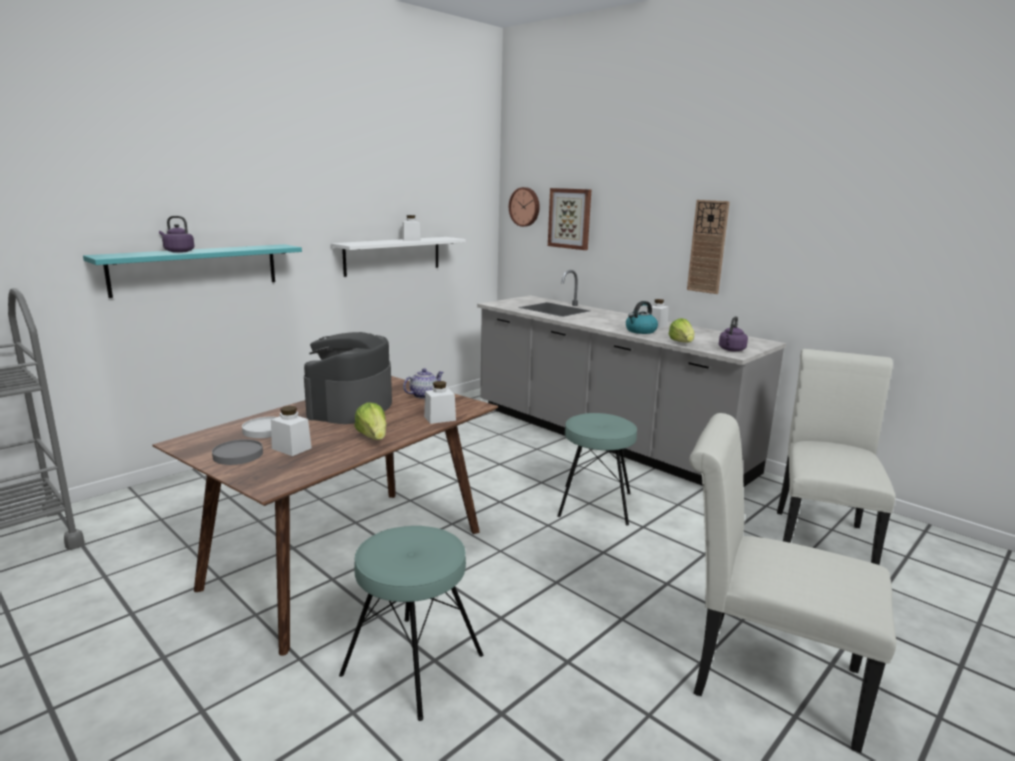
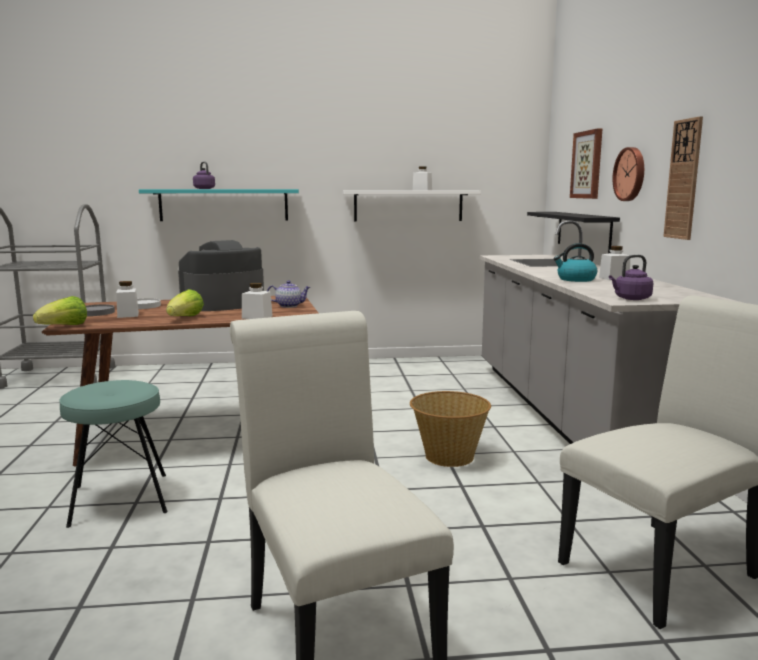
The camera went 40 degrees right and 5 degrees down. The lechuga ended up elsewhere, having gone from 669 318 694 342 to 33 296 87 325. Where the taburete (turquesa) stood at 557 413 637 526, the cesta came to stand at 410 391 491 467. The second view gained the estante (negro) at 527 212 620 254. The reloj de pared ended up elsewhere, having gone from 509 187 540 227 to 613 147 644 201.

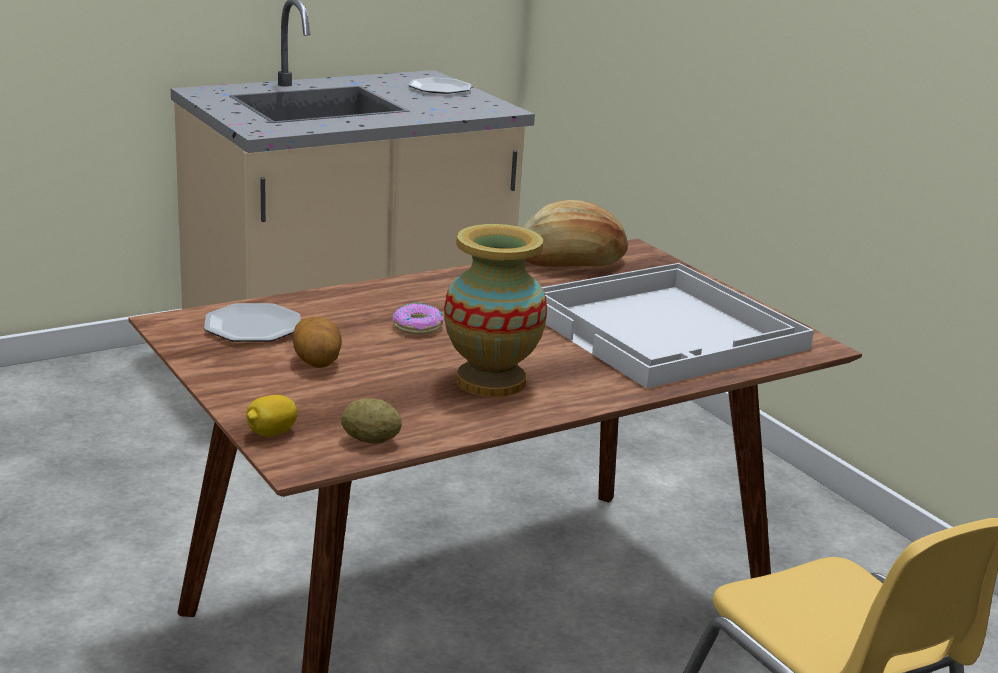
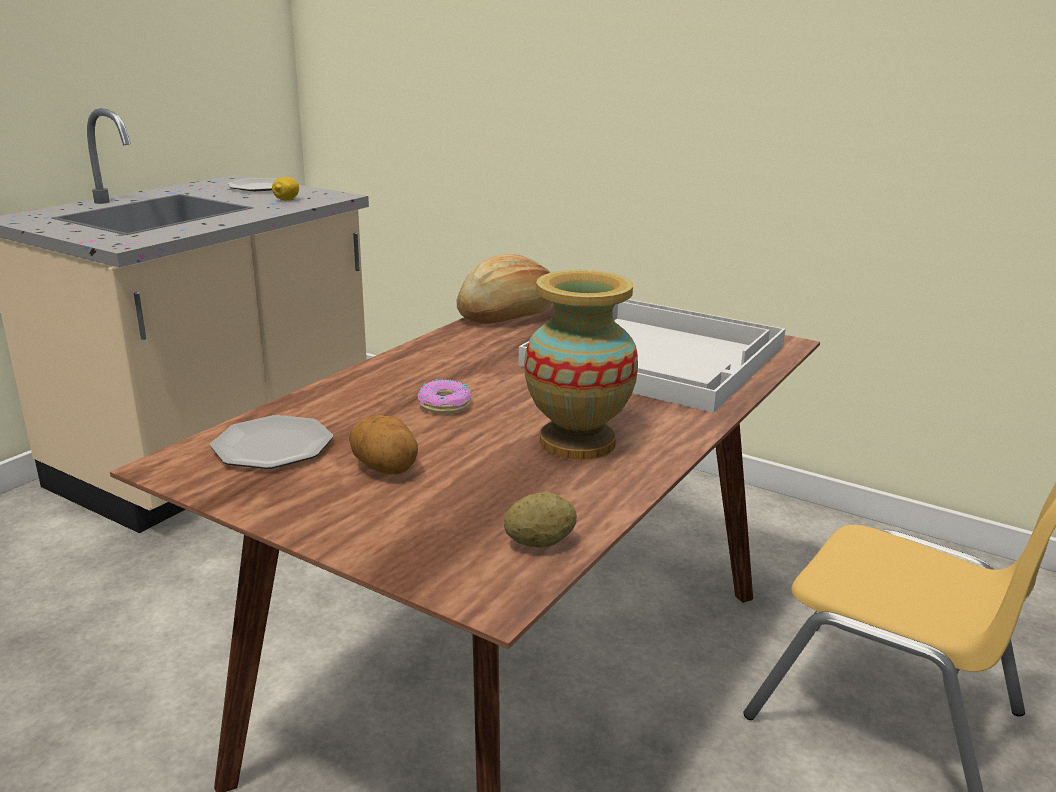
The camera went 25 degrees left and 0 degrees up. The limón ended up elsewhere, having gone from 246 395 297 436 to 272 177 299 200.

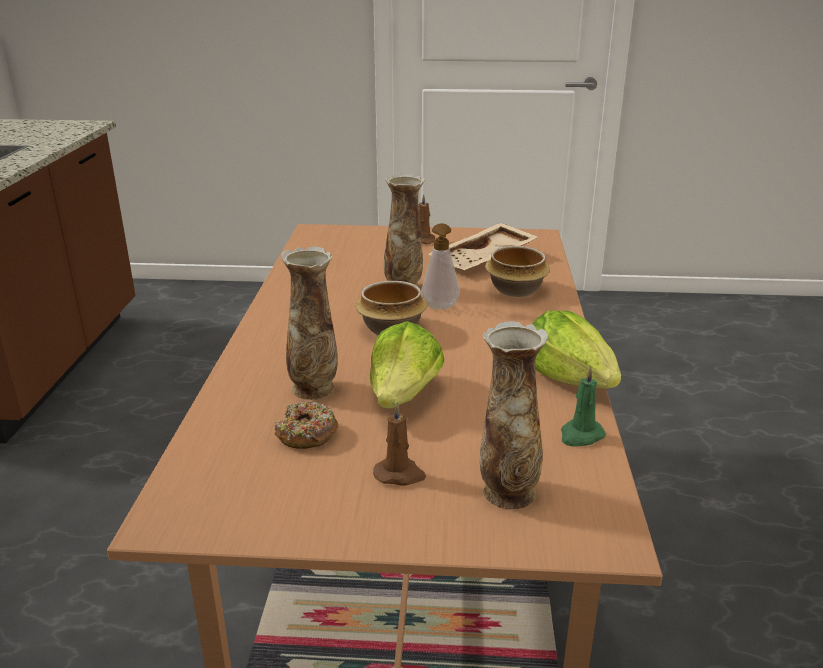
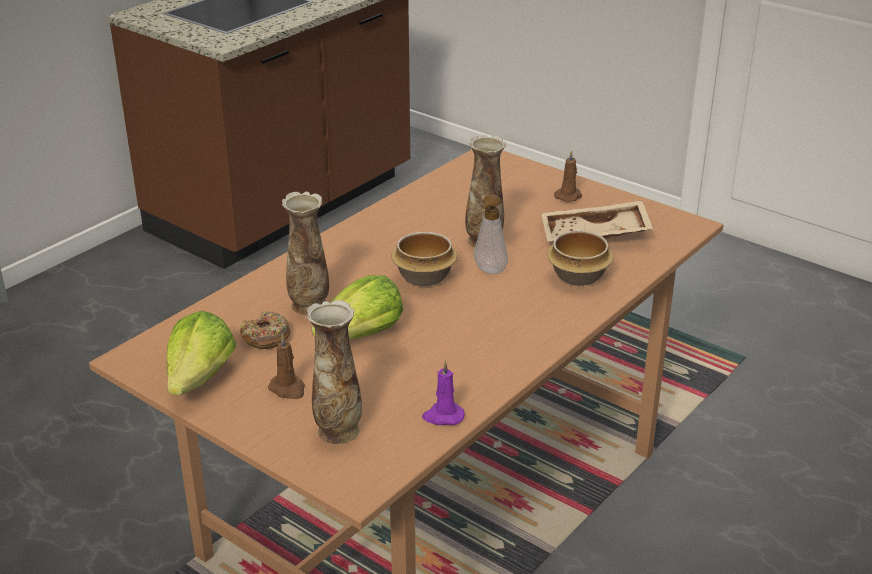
The camera went 35 degrees right and 5 degrees up. The lechuga ended up elsewhere, having gone from 532 311 621 389 to 167 311 237 396. What was the vela (verde) at 561 366 606 447 turned into the vela (morado) at 422 361 465 425.

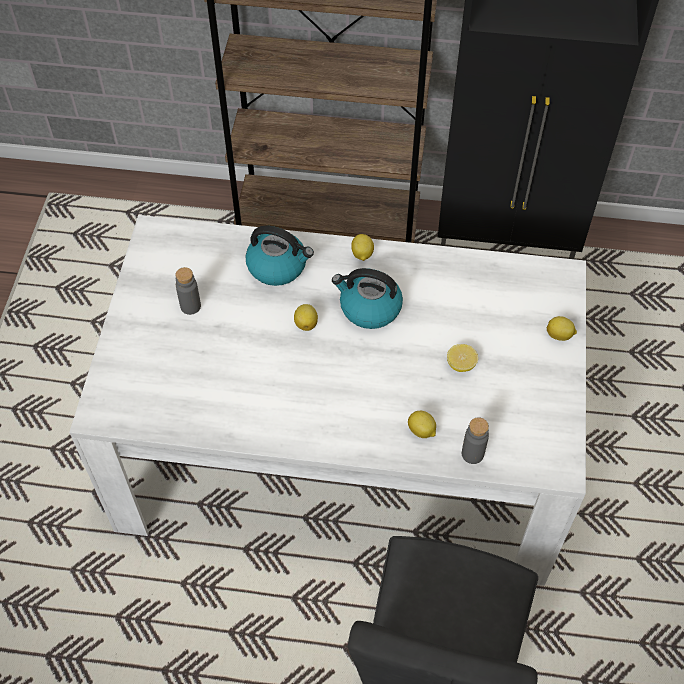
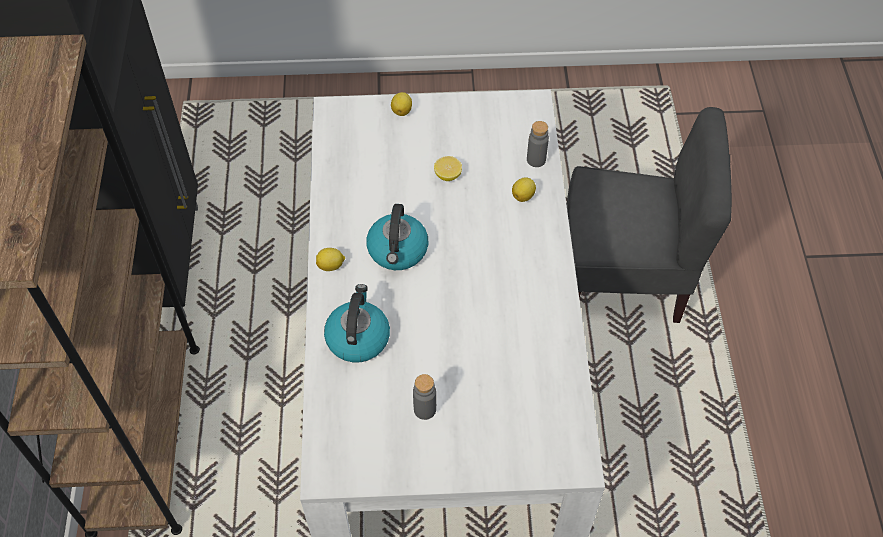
The camera went 100 degrees left and 0 degrees up. The second view lost the limón at 294 304 318 331.

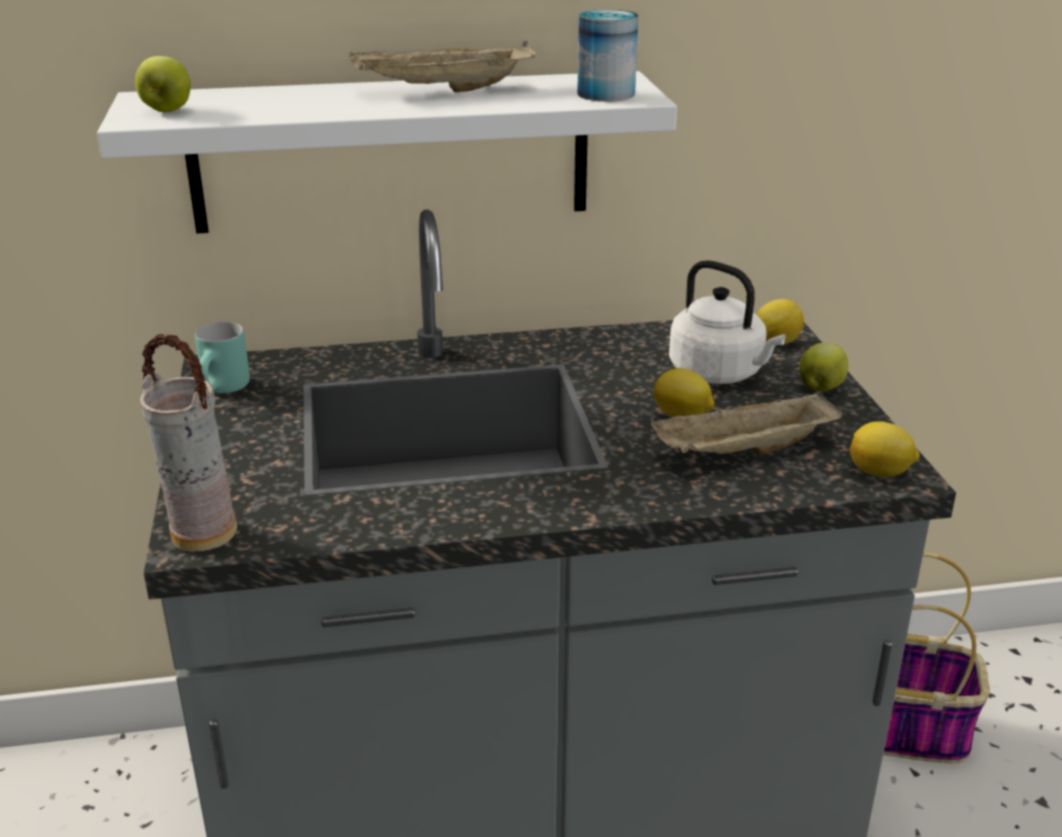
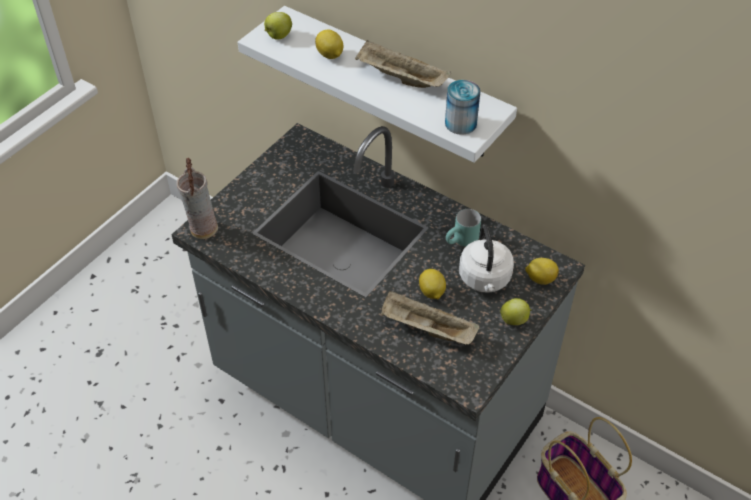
The camera went 45 degrees right and 20 degrees up. The limón ended up elsewhere, having gone from 850 421 920 477 to 315 30 343 59. The taza grande (turquesa) ended up elsewhere, having gone from 195 322 250 393 to 446 209 481 247.

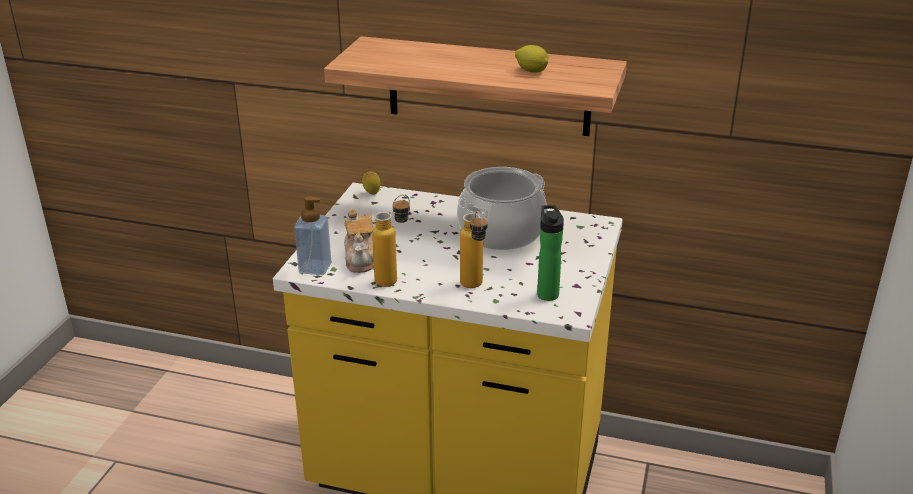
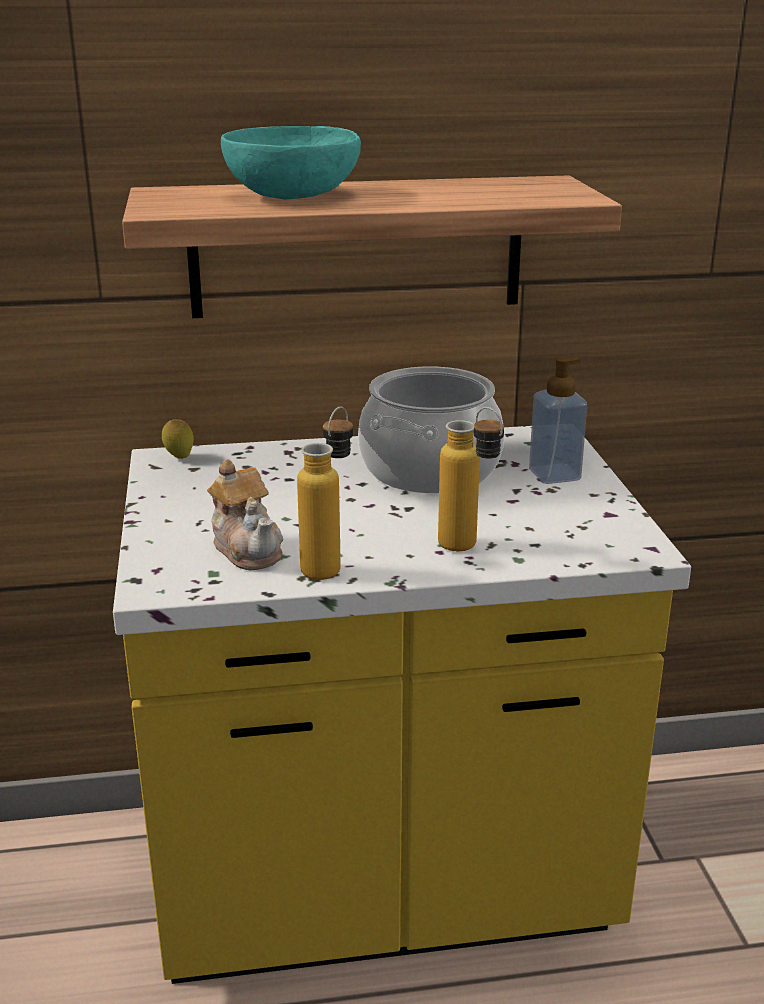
The camera went 25 degrees left and 5 degrees down. The second view gained the cuenco (turquesa) at 221 126 361 200. The dispensador de jabón ended up elsewhere, having gone from 294 196 332 275 to 529 357 587 484. The second view lost the limón at 515 45 548 73. The second view lost the botella at 537 205 564 301.

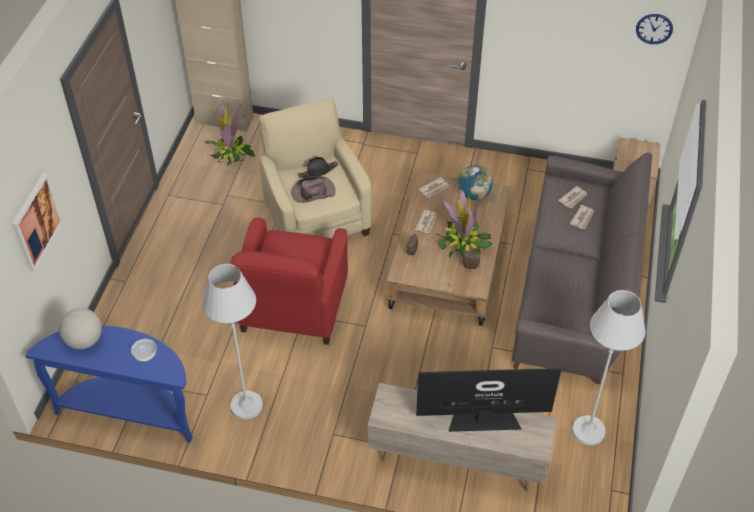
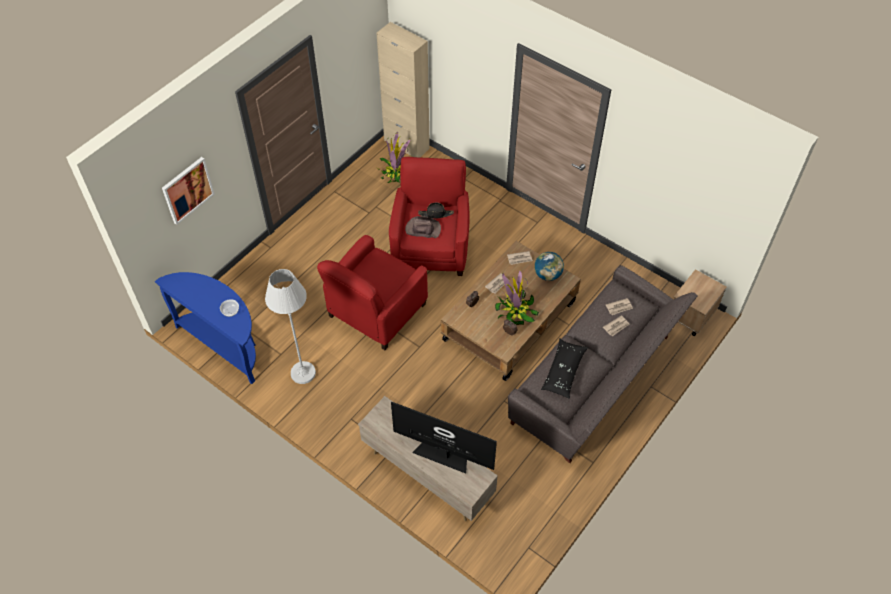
The camera went 25 degrees right and 5 degrees up. What was the sillón (beis) at 259 98 371 239 turned into the sillón (rojo) at 389 157 470 276. The second view gained the cojín (negro) at 541 339 588 399. The second view lost the globo terráqueo at 59 308 102 349. The second view lost the lámpara de pie (blanco) at 572 290 646 445. The second view lost the reloj de pared at 636 14 673 44.

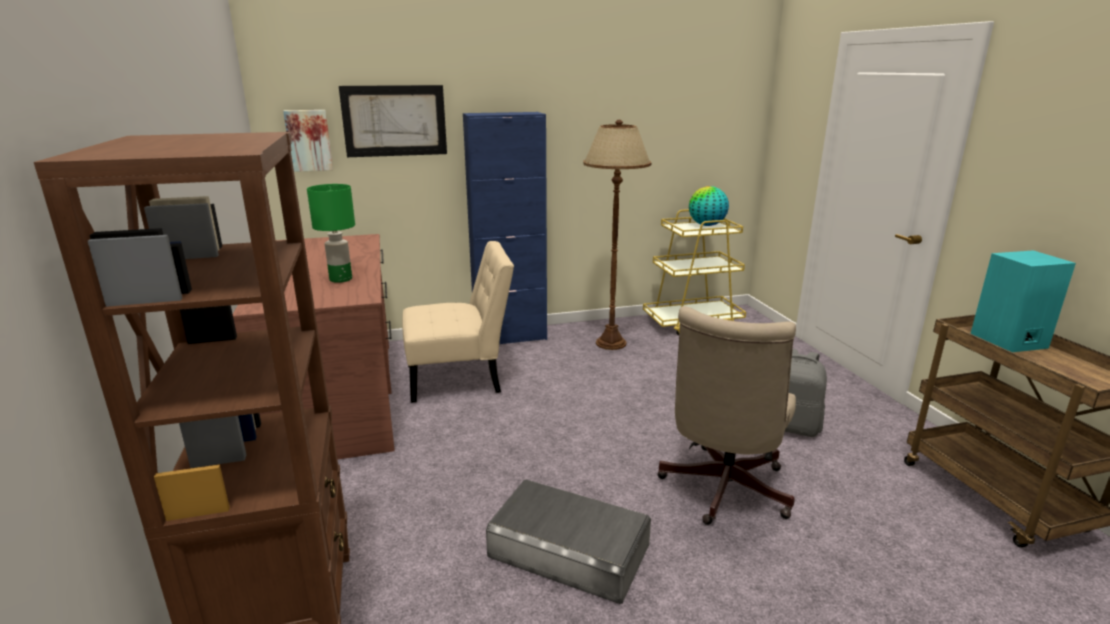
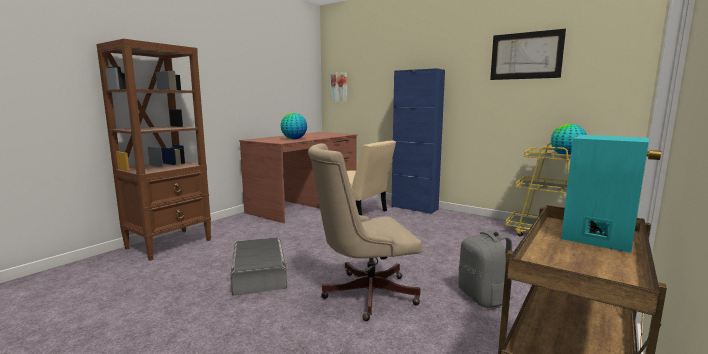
The camera went 50 degrees right and 10 degrees down. Where the lámpara de mesa (verde) stood at 307 184 355 283, the globo terráqueo came to stand at 281 113 307 139. The cuadro ended up elsewhere, having gone from 339 85 447 157 to 490 29 566 80. The second view lost the lámpara de pie (marrón) at 583 120 652 350.

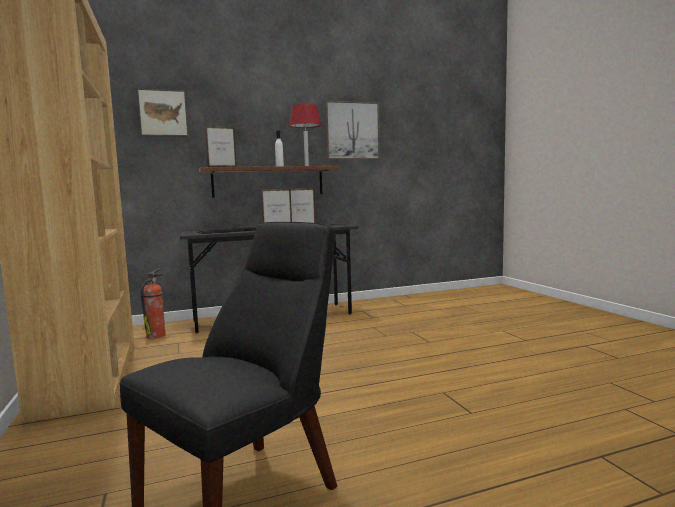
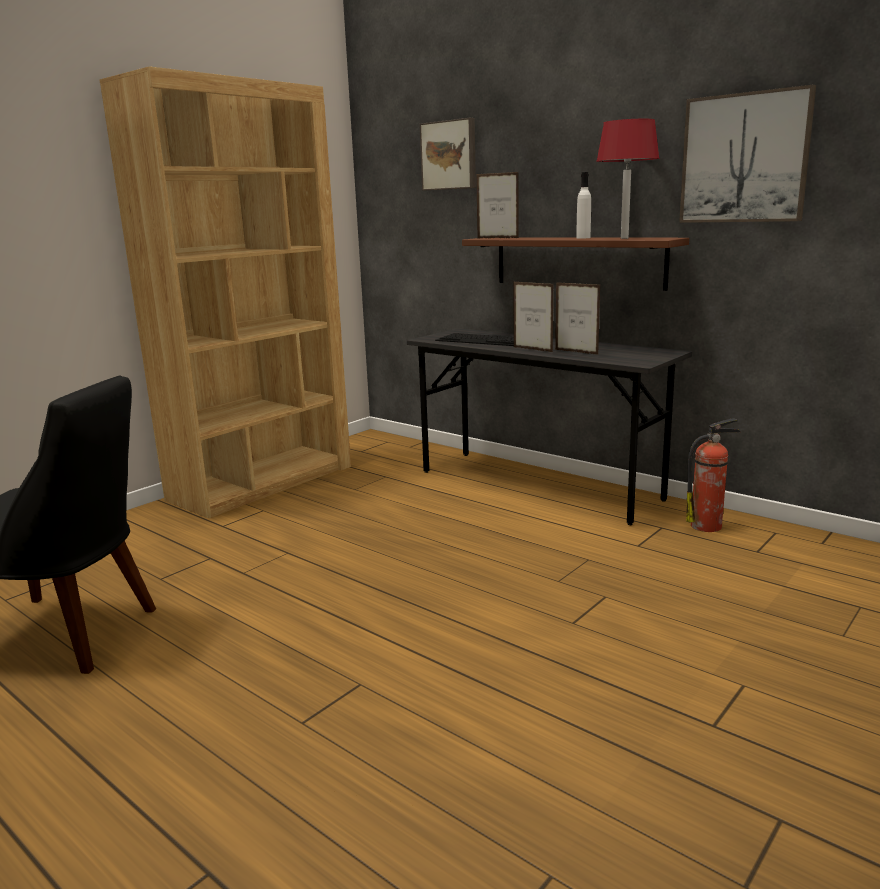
The camera went 60 degrees right and 10 degrees up. The extintor ended up elsewhere, having gone from 141 268 165 339 to 686 418 741 532.

